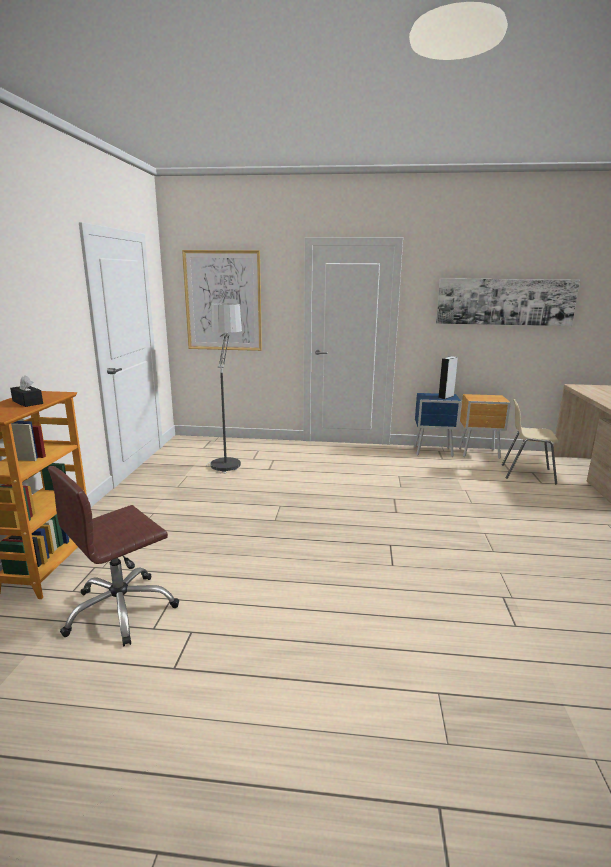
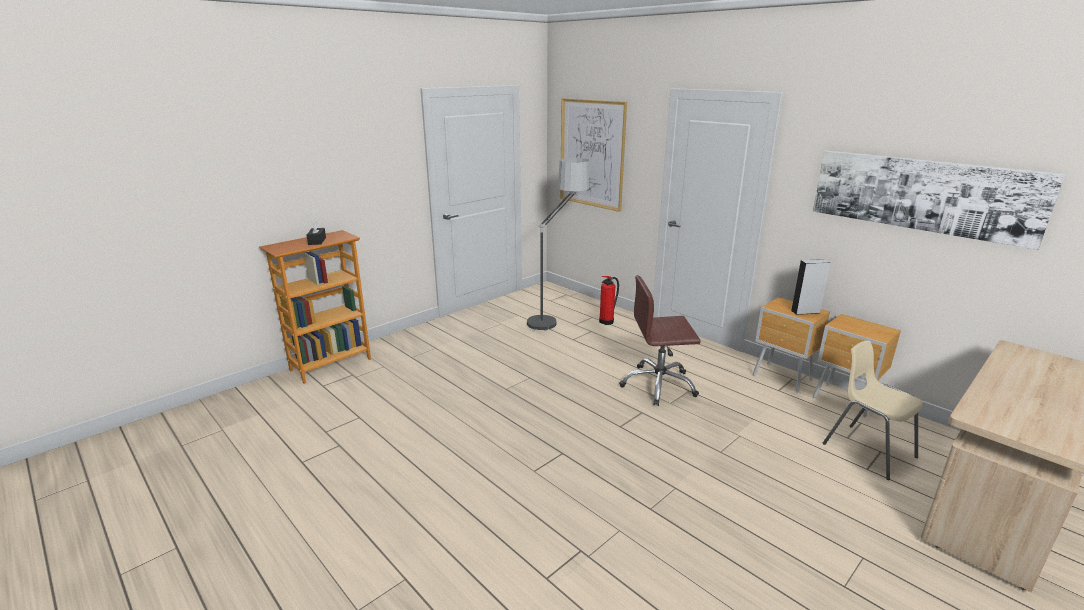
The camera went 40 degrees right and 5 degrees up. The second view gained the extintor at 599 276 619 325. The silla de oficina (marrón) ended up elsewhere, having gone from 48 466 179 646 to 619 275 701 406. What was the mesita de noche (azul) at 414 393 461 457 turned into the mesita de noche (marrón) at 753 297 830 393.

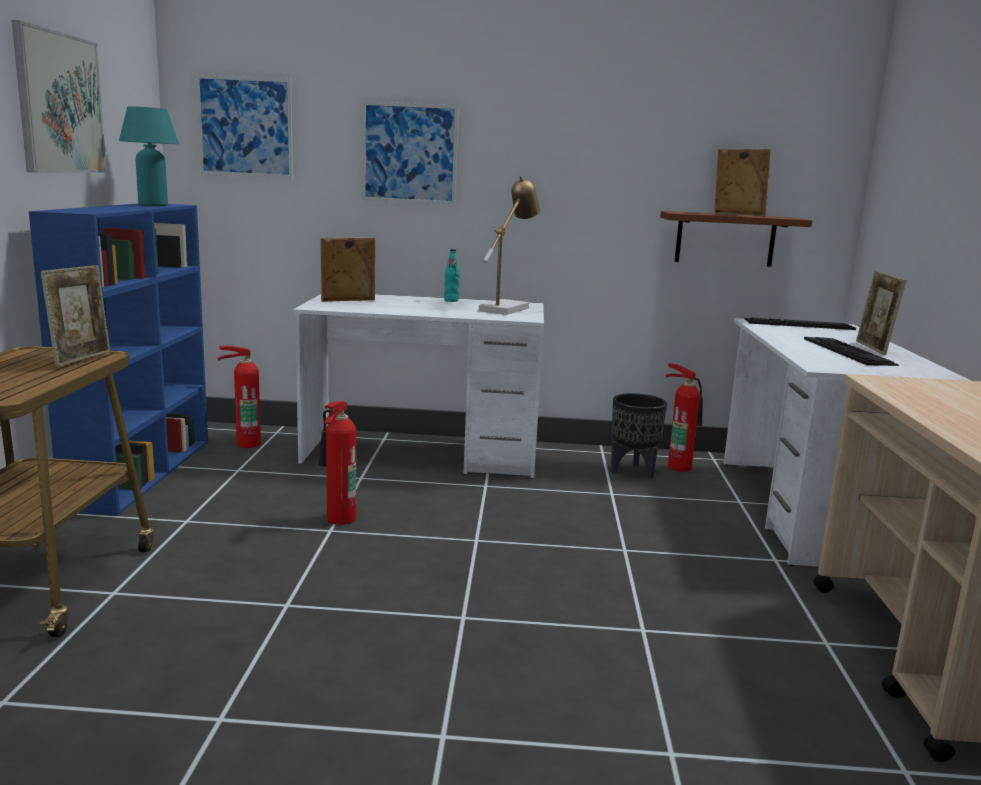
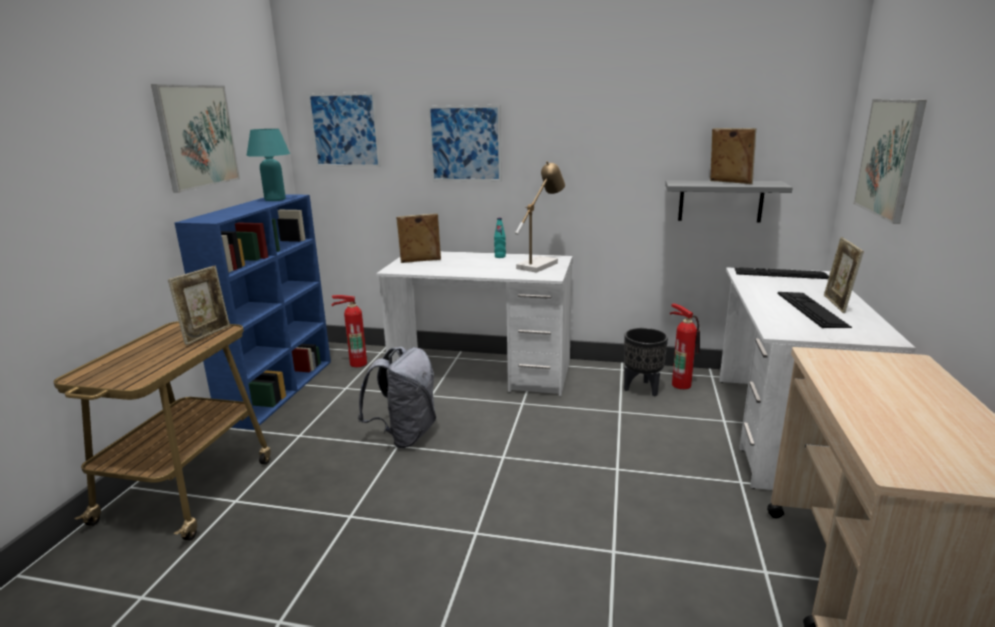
The camera went 10 degrees right and 5 degrees up. Where the extintor stood at 319 401 356 525, the mochila (gris) came to stand at 358 347 436 448. What was the estante (marrón) at 660 211 812 267 turned into the estante (gris) at 665 180 793 223. The second view gained the cuadro at 853 99 927 224.

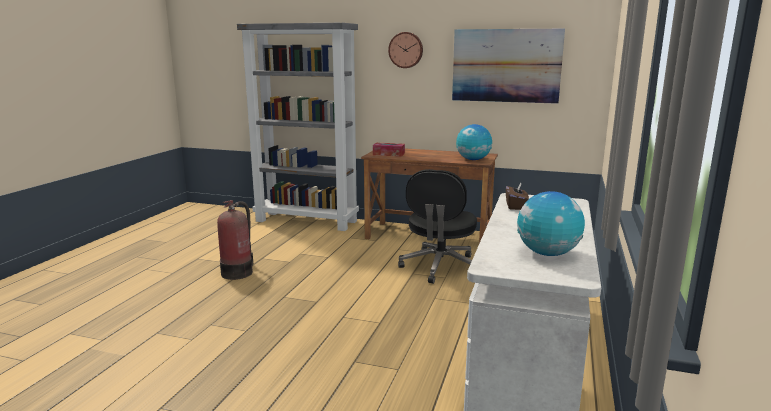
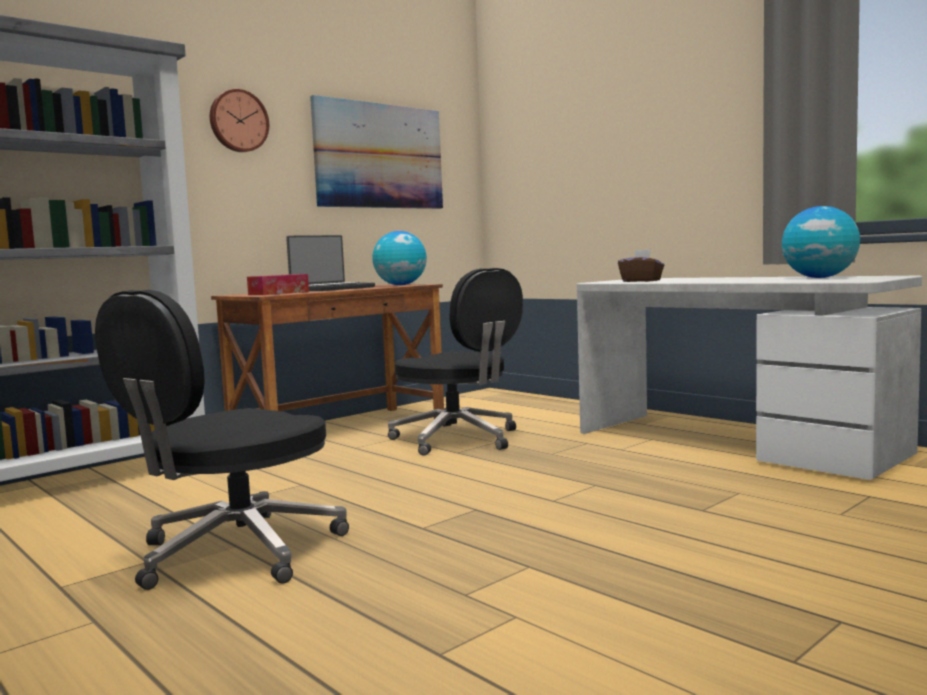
The camera went 60 degrees left and 10 degrees down. Where the extintor stood at 217 200 253 280, the silla de oficina (negro) came to stand at 95 290 349 590. The second view gained the portátil at 286 235 375 291.

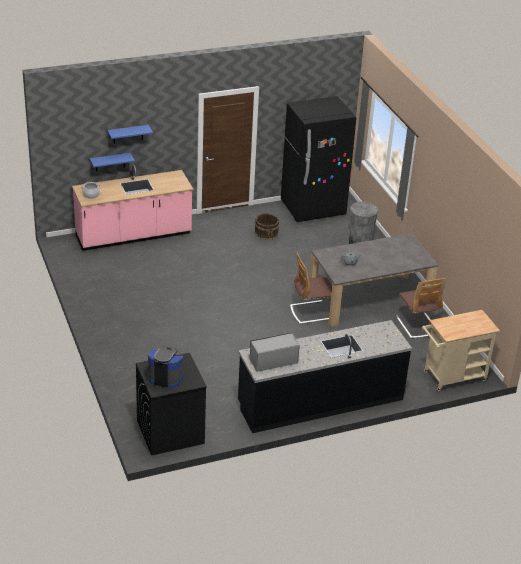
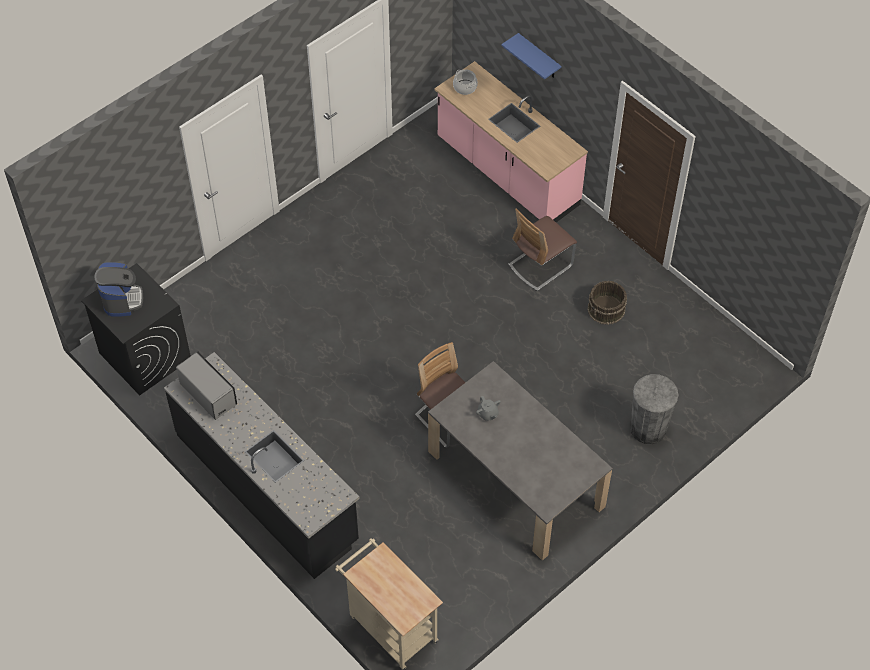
The camera went 70 degrees right and 20 degrees up. The silla ended up elsewhere, having gone from 396 278 447 339 to 509 208 577 291. The second view lost the estante (azul) at 90 153 135 172. The second view lost the nevera (negro) at 281 96 356 222.

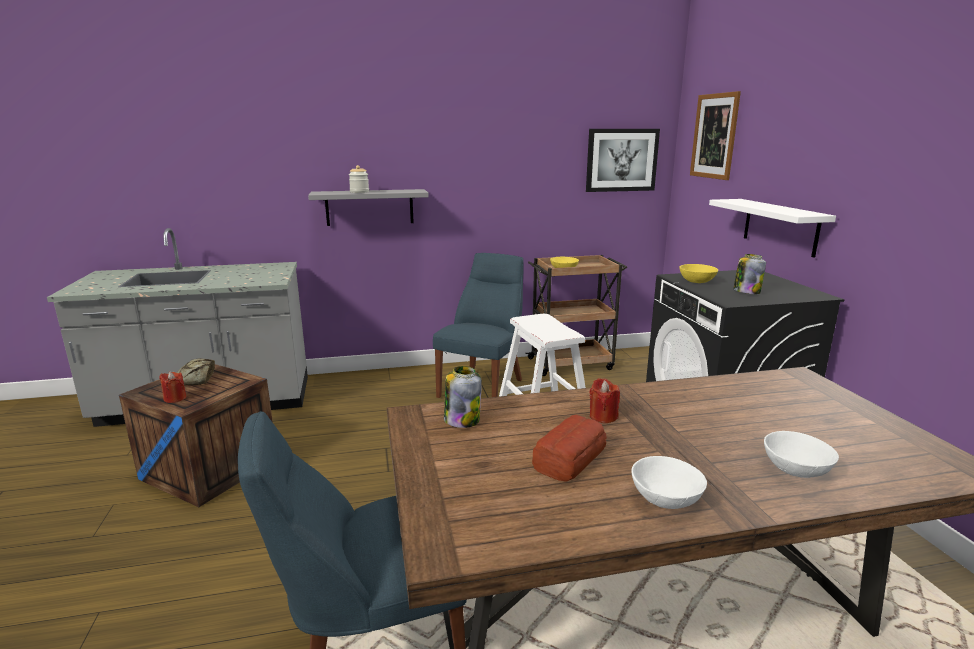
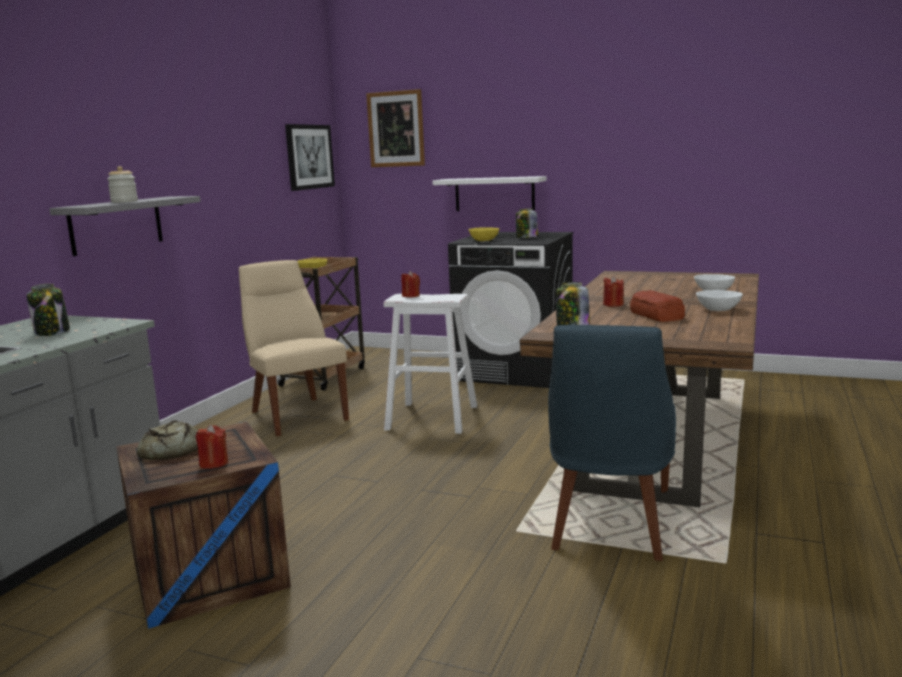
The camera went 55 degrees left and 5 degrees down. The second view gained the tarro at 26 284 70 336. What was the silla (azul) at 433 253 524 398 turned into the silla (beis) at 239 260 349 436. The second view gained the vela (rojo) at 401 271 420 297.

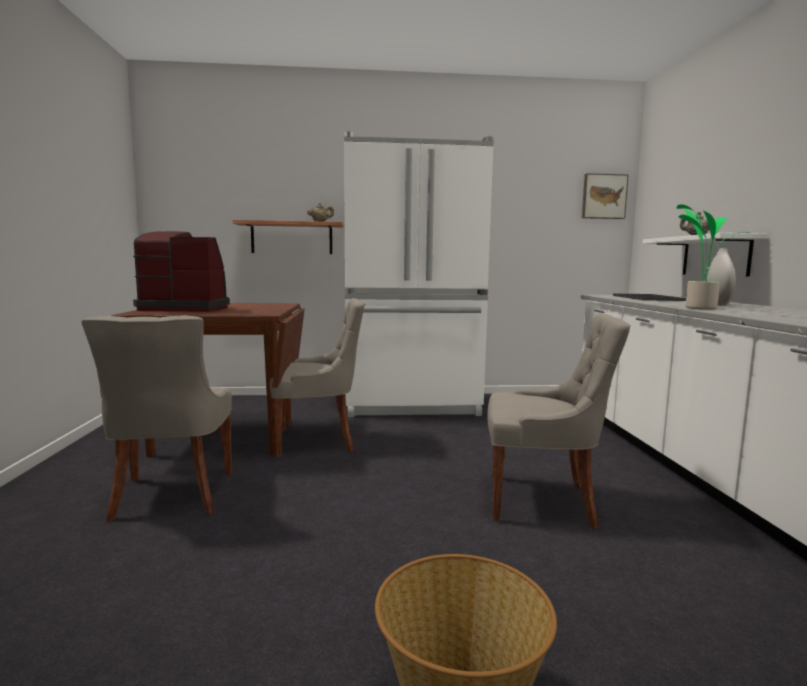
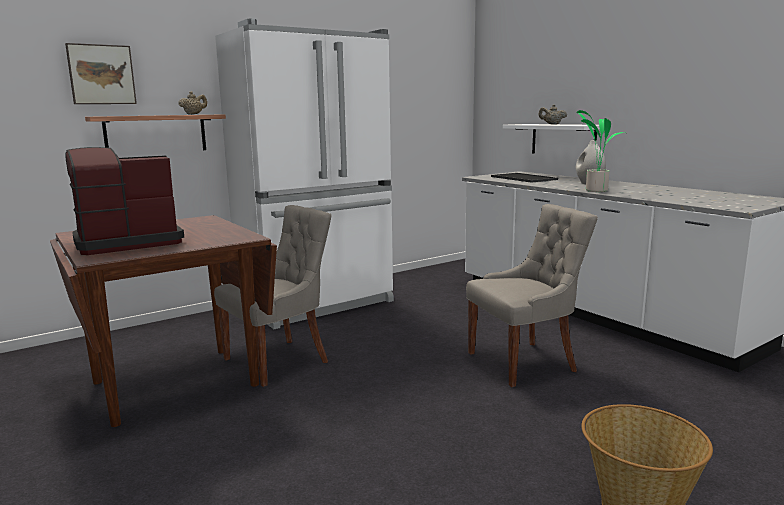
The camera went 30 degrees left and 5 degrees up. The cuadro ended up elsewhere, having gone from 582 173 629 219 to 65 43 137 104. The second view lost the silla (gris) at 81 316 232 522.

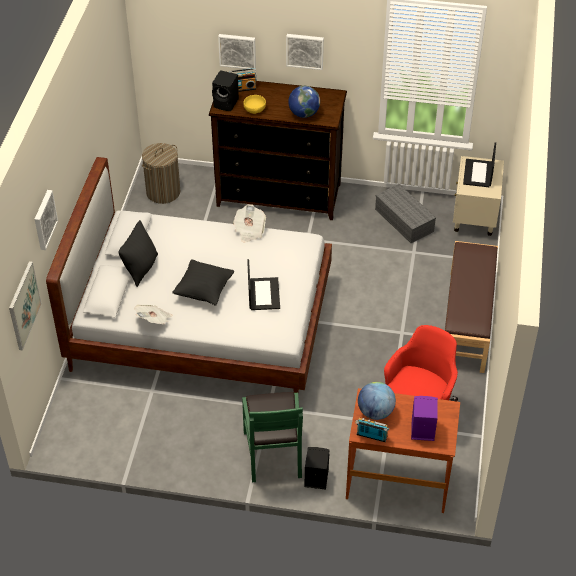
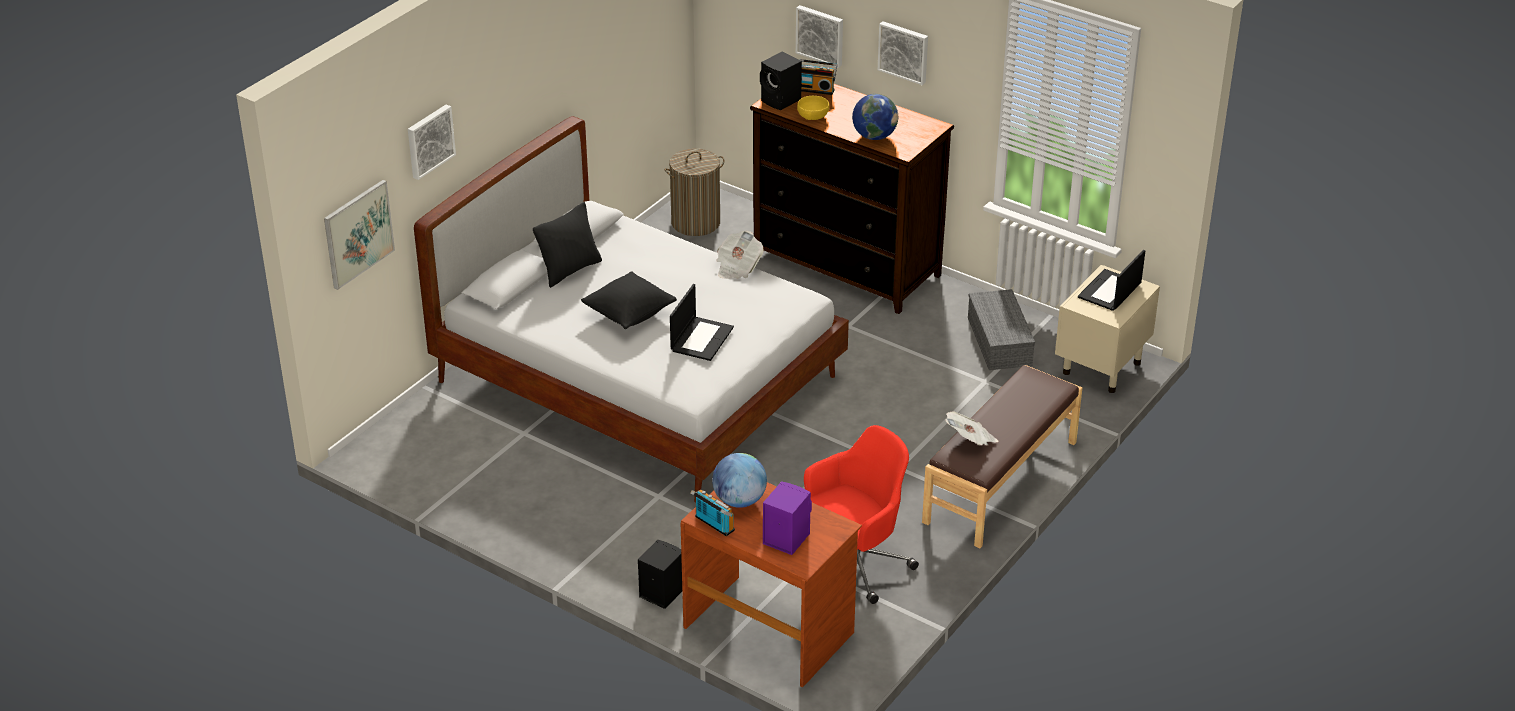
The camera went 25 degrees right and 10 degrees down. The periódico ended up elsewhere, having gone from 134 305 173 324 to 945 411 998 446. The second view lost the silla (verde) at 242 392 303 482.

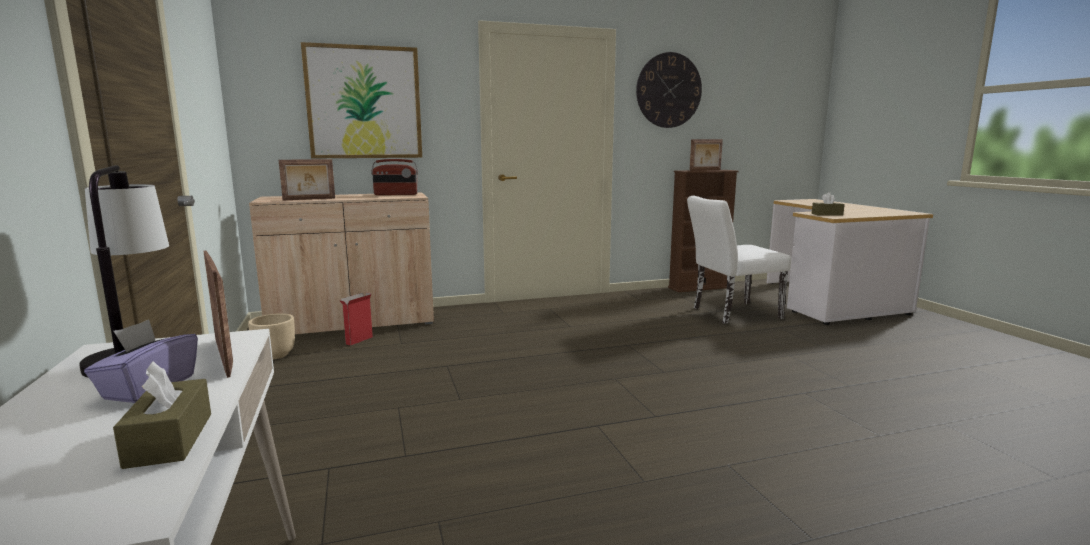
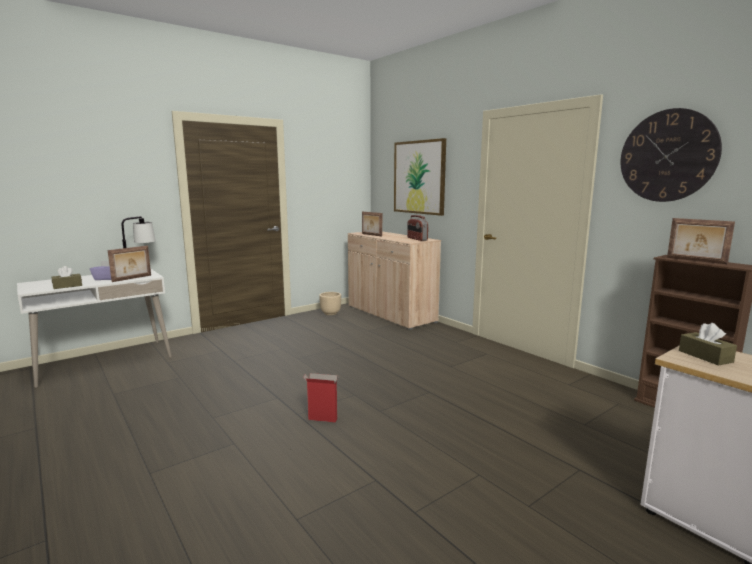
The camera went 70 degrees right and 0 degrees up. The caja de cartón ended up elsewhere, having gone from 339 292 373 346 to 303 373 337 423. The second view lost the silla (blanco) at 687 196 791 324.

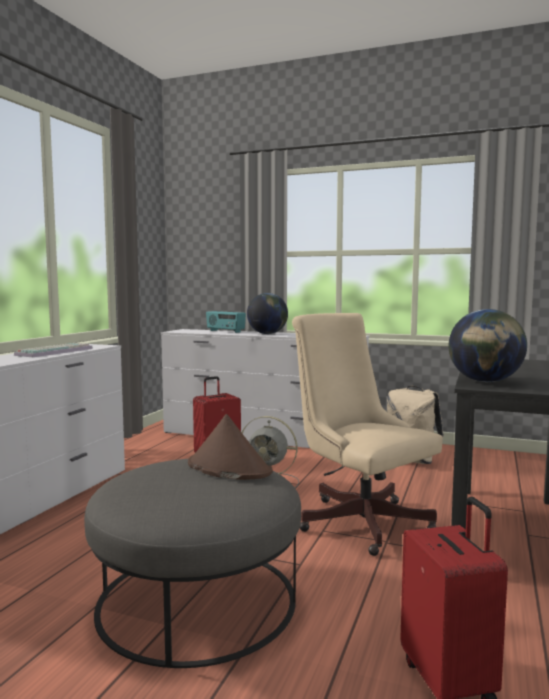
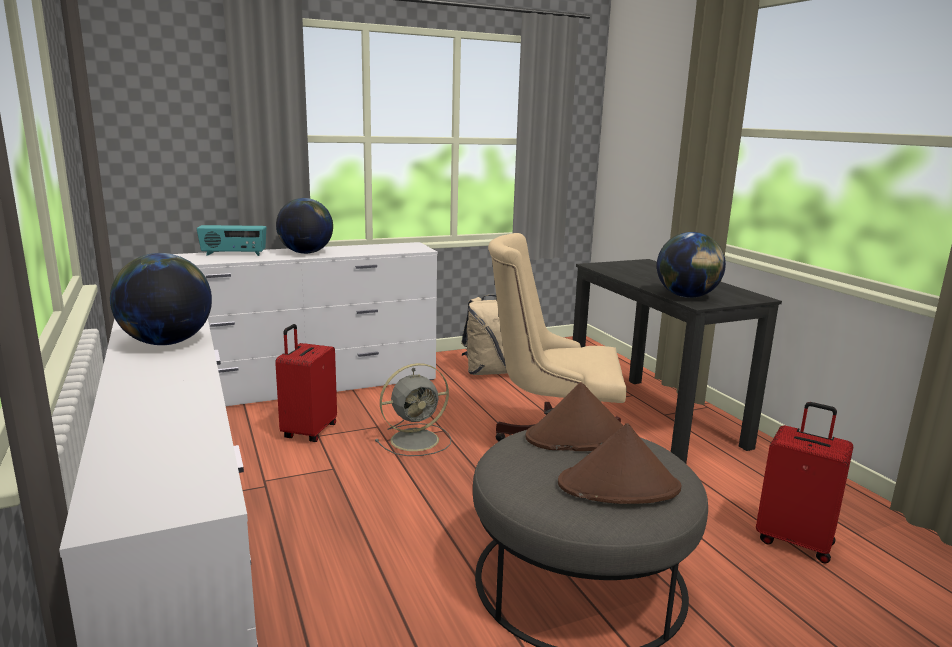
The camera went 45 degrees left and 10 degrees up. Where the teclado stood at 14 343 93 357, the globo terráqueo came to stand at 110 253 212 345. The second view gained the sombrero (marrón) at 558 423 681 504.

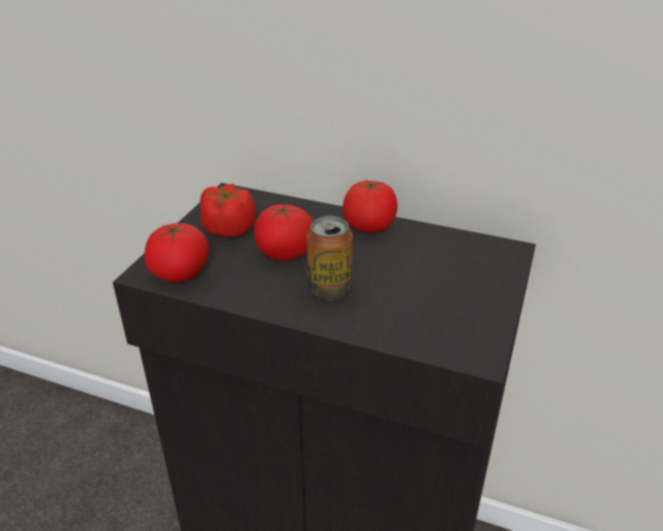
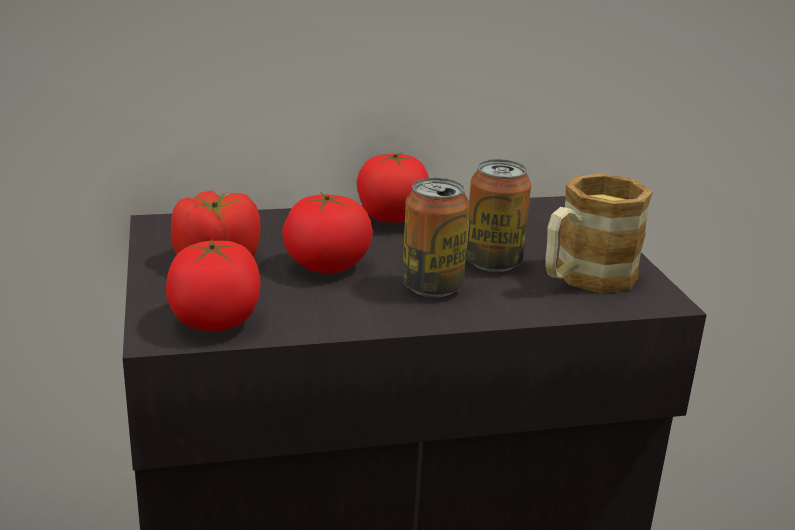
The camera went 35 degrees left and 10 degrees down. The second view gained the lata at 466 159 531 272. The second view gained the taza grande at 545 173 653 293.

